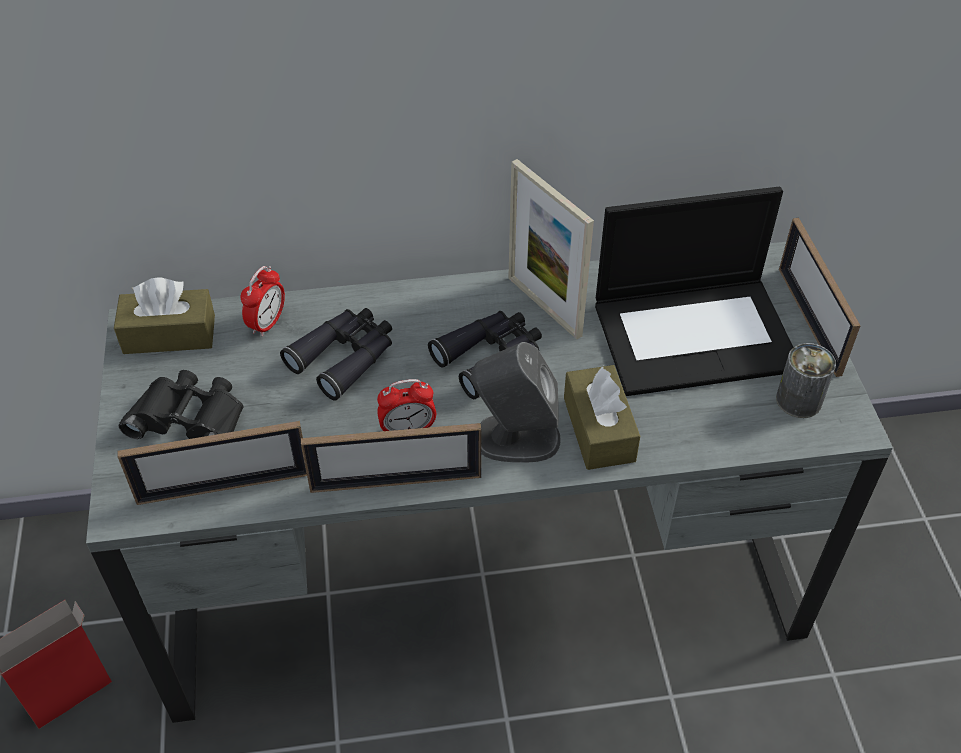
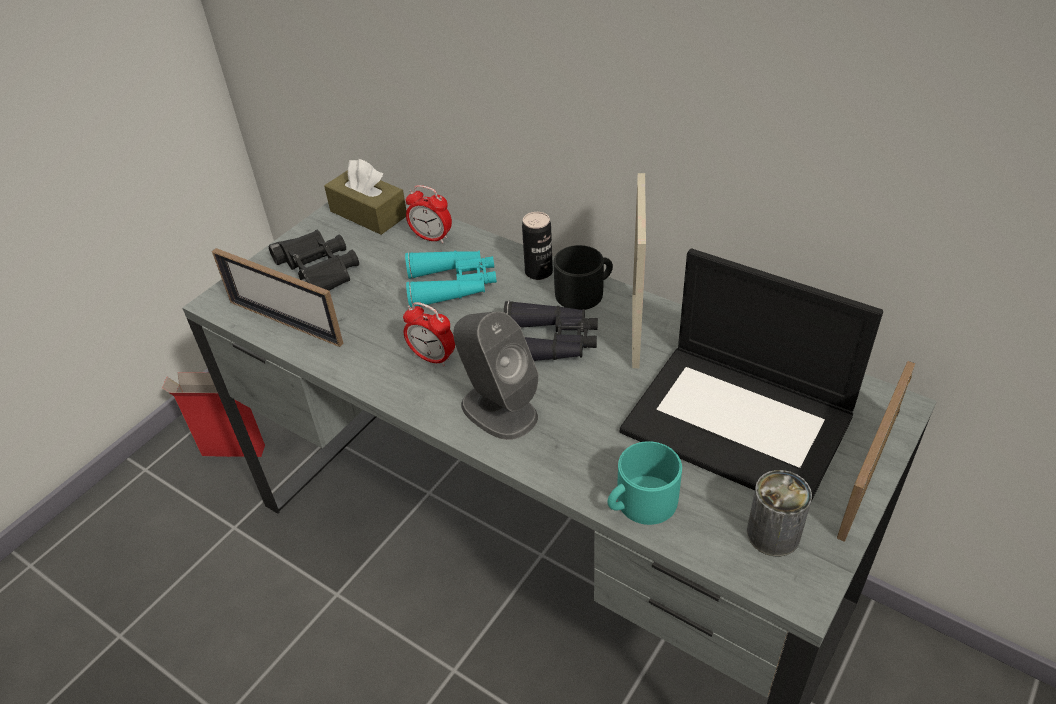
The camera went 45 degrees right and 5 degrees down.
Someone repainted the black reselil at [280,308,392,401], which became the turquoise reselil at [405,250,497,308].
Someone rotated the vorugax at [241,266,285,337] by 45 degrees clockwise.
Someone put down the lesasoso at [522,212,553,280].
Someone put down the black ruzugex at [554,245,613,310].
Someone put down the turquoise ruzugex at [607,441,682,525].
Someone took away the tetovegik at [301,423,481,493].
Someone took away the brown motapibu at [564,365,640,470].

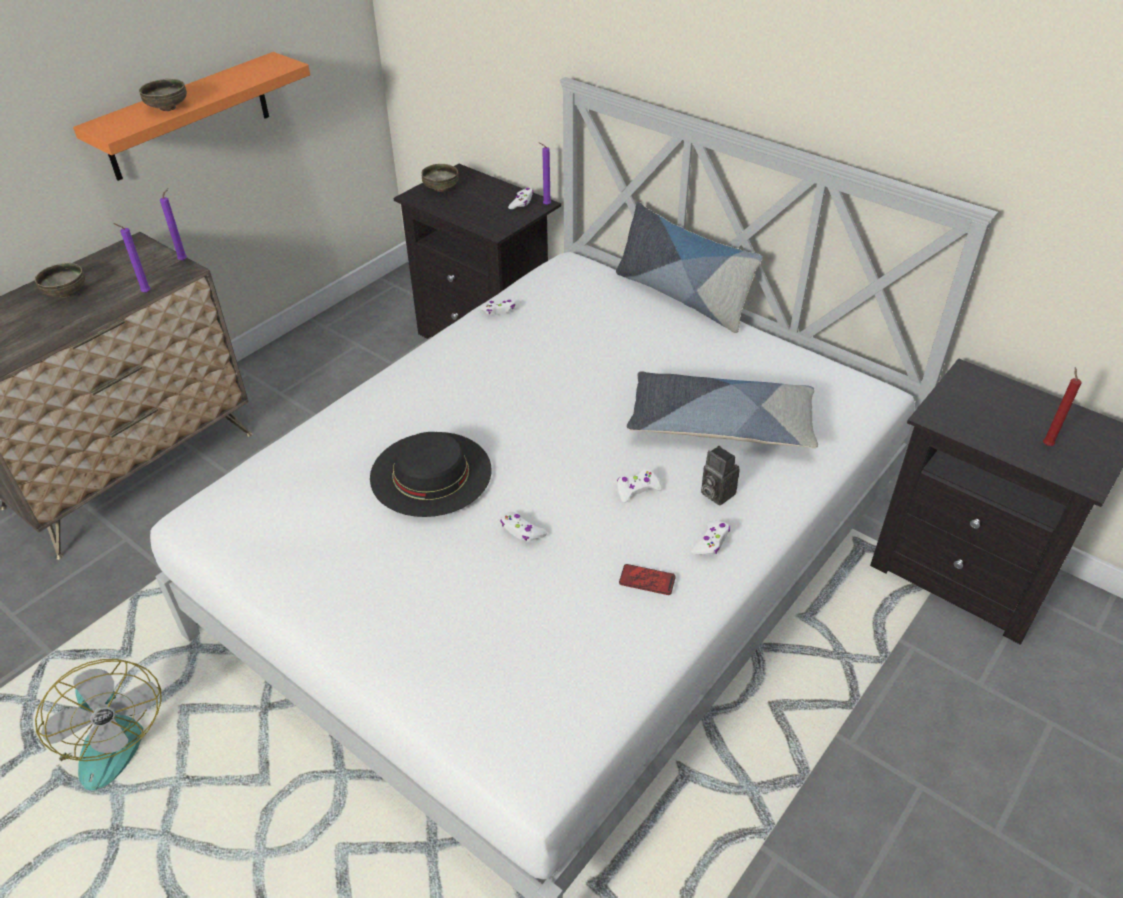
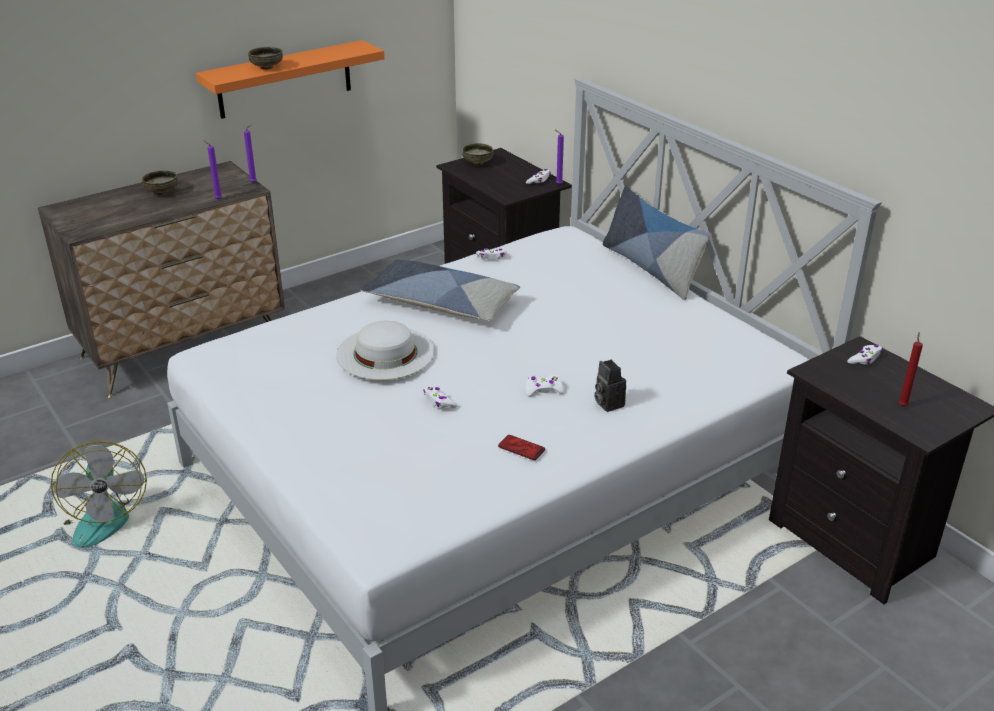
The camera went 15 degrees right and 10 degrees down.
Someone repainted the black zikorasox at [370,432,492,517], which became the white zikorasox at [336,321,435,380].
Someone carried the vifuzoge from [627,371,818,448] to [361,259,520,321].
Someone carried the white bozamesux from [691,521,730,555] to [847,345,883,365].

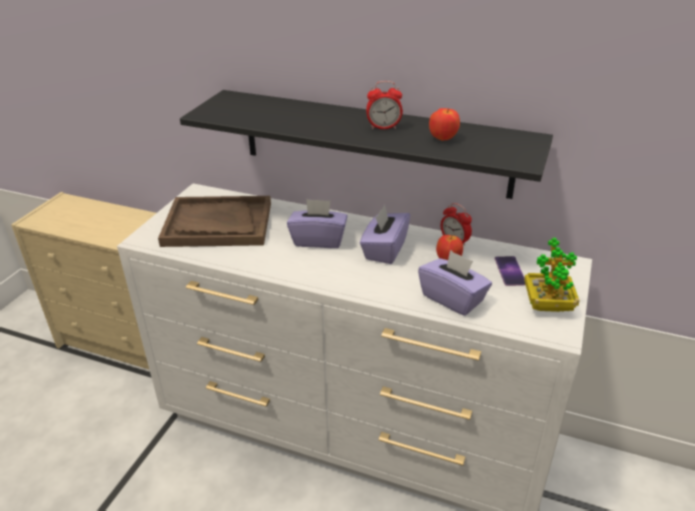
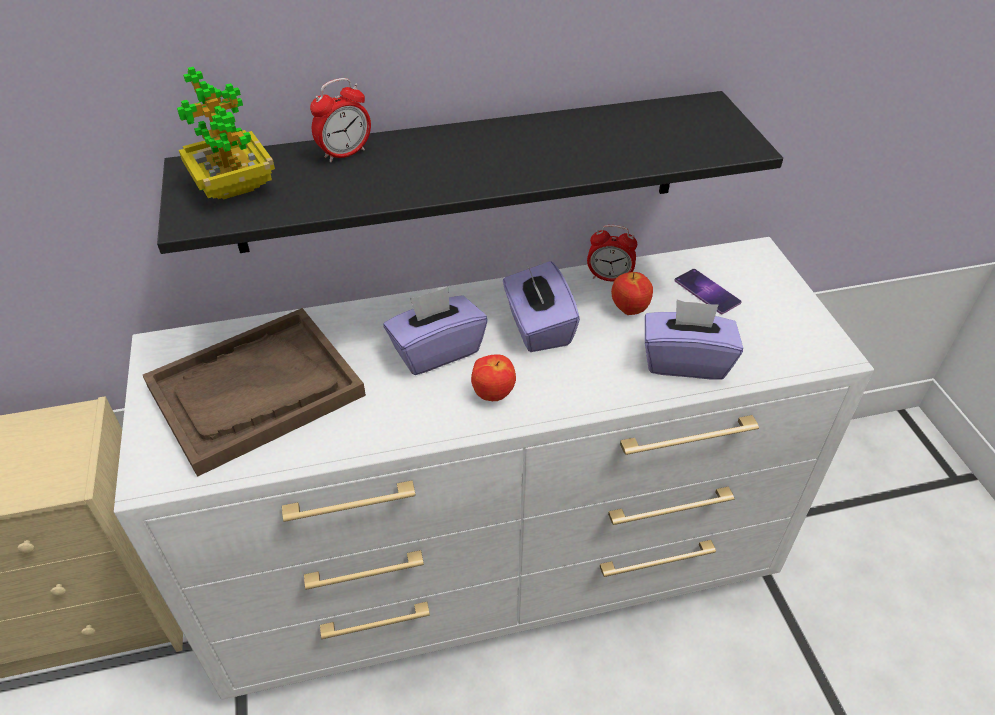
The camera went 35 degrees left and 10 degrees up.
Someone carried the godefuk from [524,238,580,312] to [177,67,275,200].
Someone carried the vorugax from [366,81,403,130] to [310,78,371,162].
Someone carried the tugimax from [429,108,460,141] to [471,354,516,401].

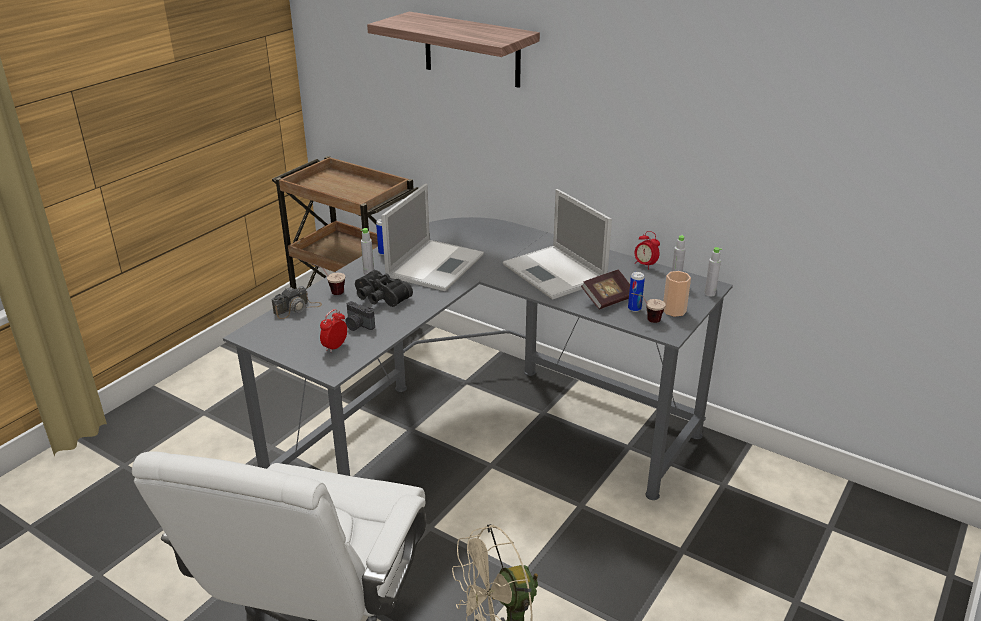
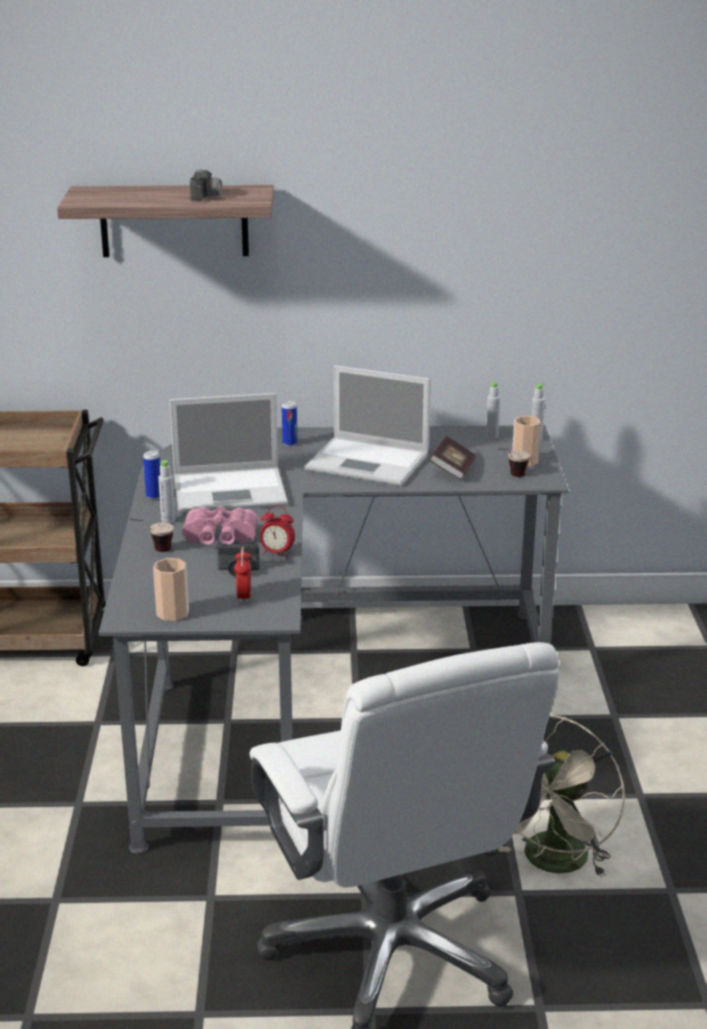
The camera went 35 degrees left and 5 degrees down.
Someone put down the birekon at [153,558,189,621].
Someone rotated the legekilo at [381,184,484,291] by 90 degrees clockwise.
Someone repainted the black reselil at [355,270,413,307], which became the pink reselil at [182,506,258,545].
Someone carried the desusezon from [272,286,322,319] to [190,169,229,202].
Someone carried the vorugax from [635,231,660,270] to [260,505,295,558].
Someone carried the lesasoso from [628,272,645,312] to [282,401,297,446].

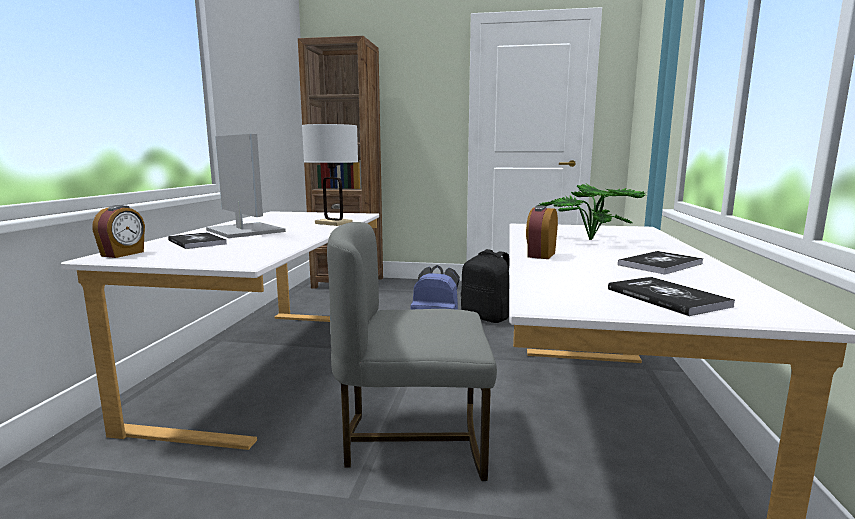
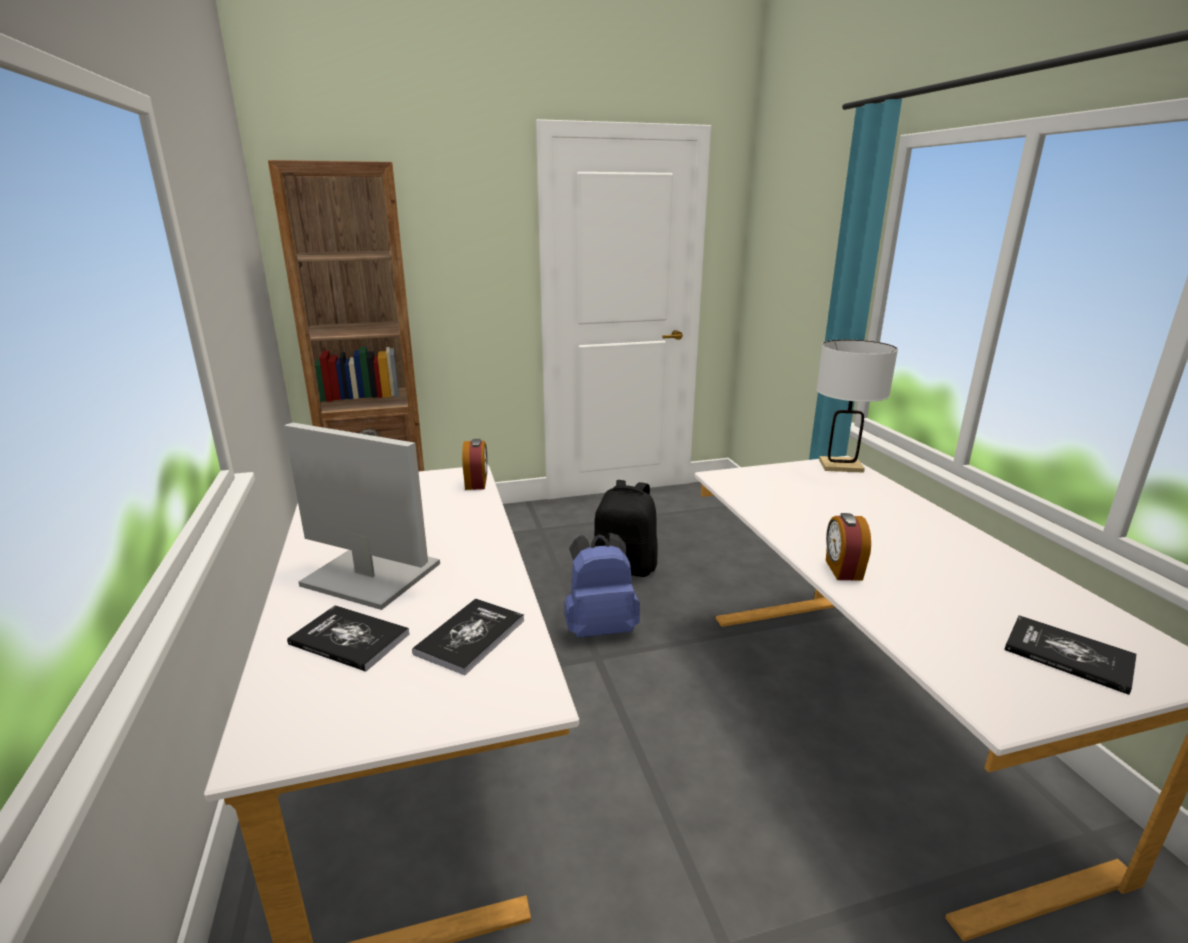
The camera went 25 degrees left and 10 degrees up.
Someone carried the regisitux from [618,251,703,275] to [412,599,524,675].
Someone carried the vorugax from [92,205,145,258] to [462,439,488,490].
Someone carried the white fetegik from [302,124,358,226] to [816,340,898,473].
Someone took away the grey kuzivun at [327,222,497,481].
Someone took away the godefuk at [540,183,645,240].

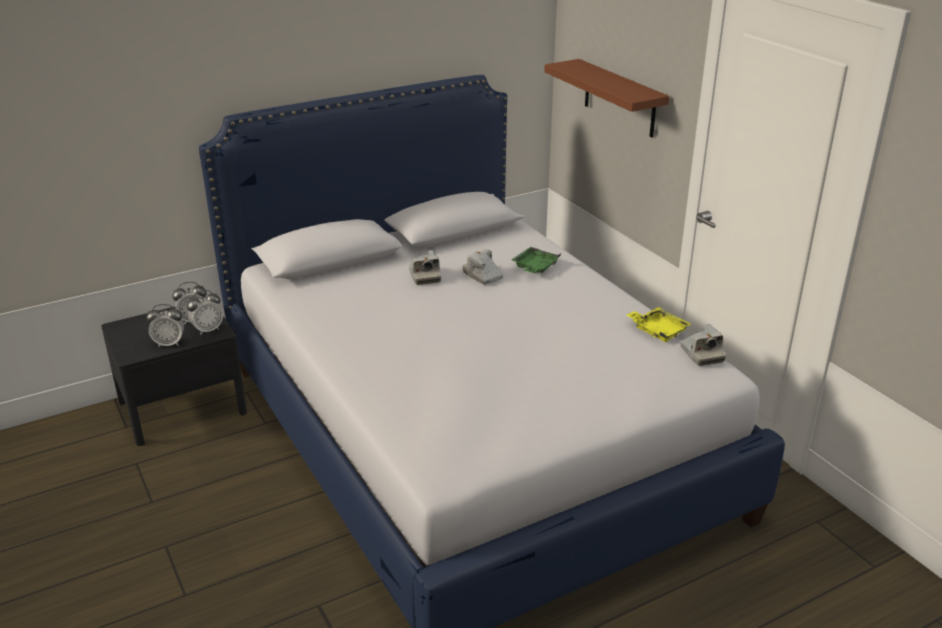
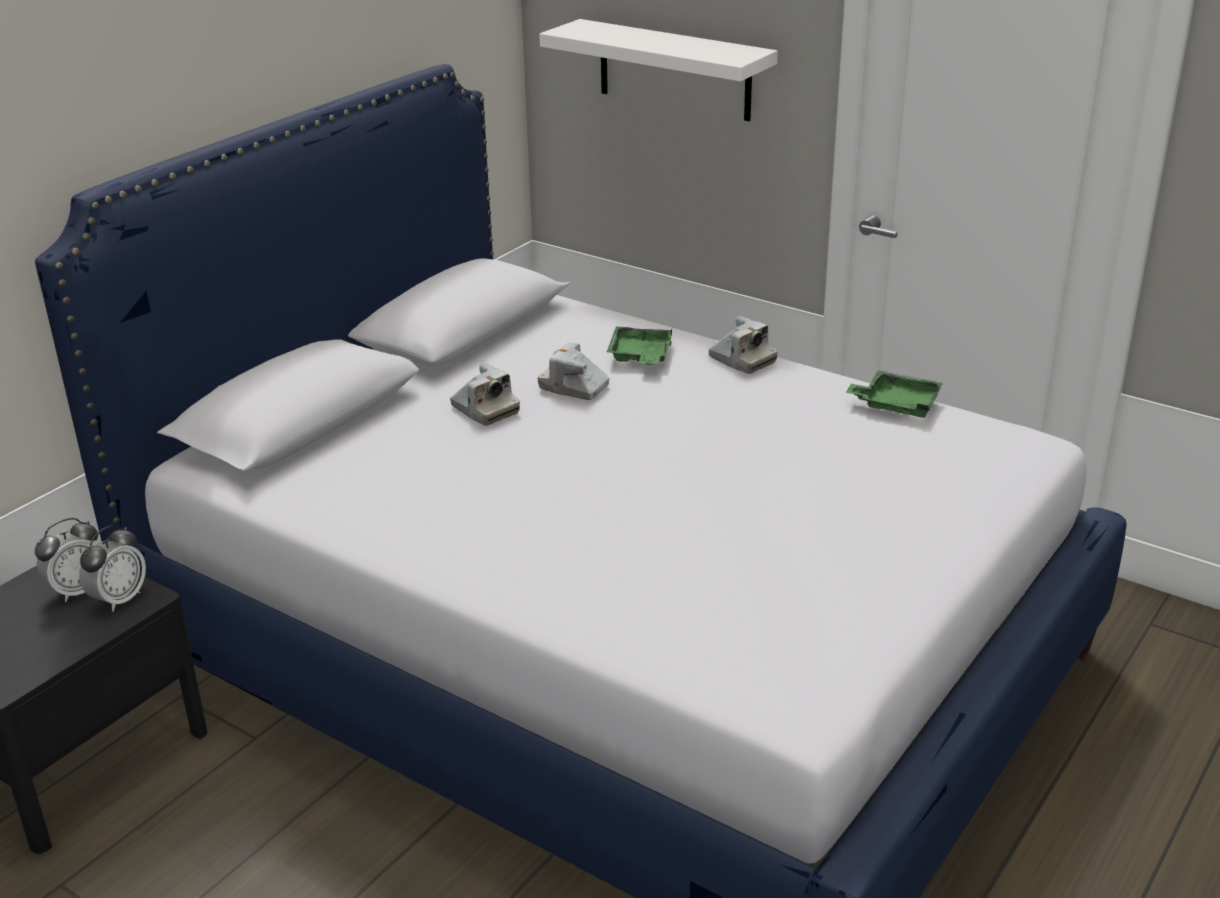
The camera went 25 degrees left and 0 degrees up.
Someone repainted the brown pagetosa at [544,59,669,138], which became the white pagetosa at [539,19,778,121].
Someone carried the desusezon from [680,324,726,366] to [708,316,778,374].
Someone repainted the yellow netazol at [626,307,691,342], which became the green netazol at [846,370,943,418].
Someone took away the vorugax at [146,304,184,347].

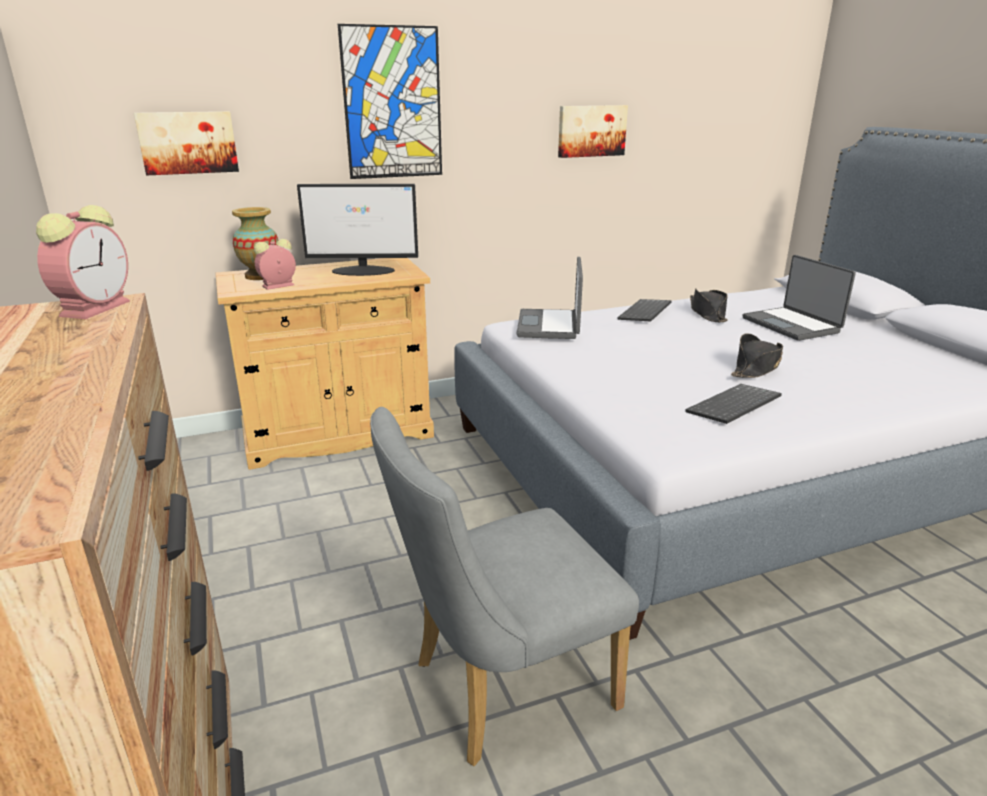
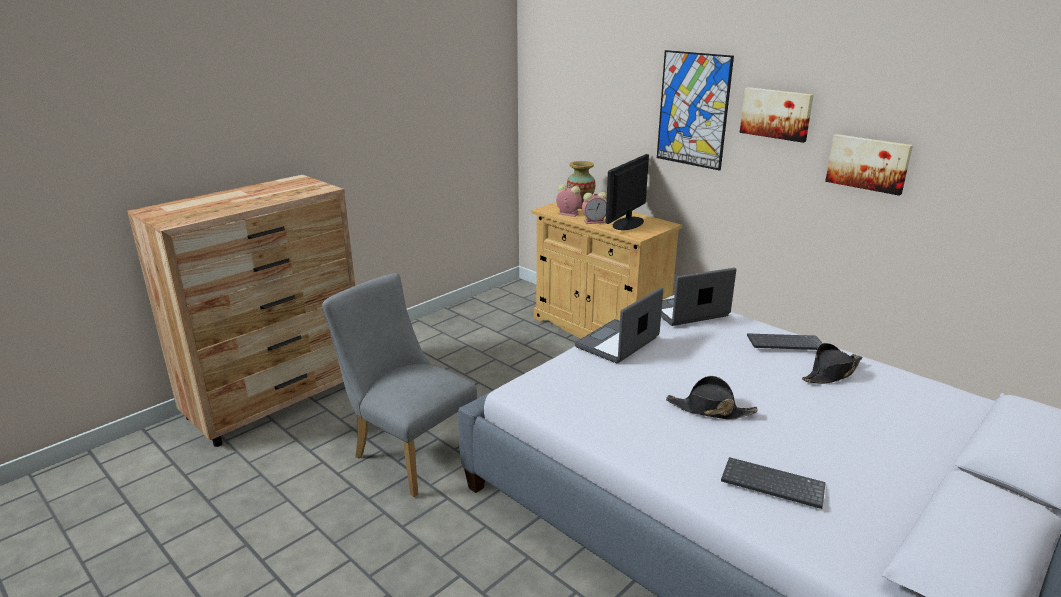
The camera went 65 degrees right and 0 degrees up.
Someone carried the legekilo from [742,255,856,341] to [575,288,663,363].
Someone carried the vorugax from [36,205,130,319] to [582,192,607,224].
Someone rotated the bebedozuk at [297,184,418,276] by 60 degrees clockwise.
Someone carried the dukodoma from [685,384,782,424] to [721,457,826,509].
Someone carried the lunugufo from [134,111,239,176] to [740,87,814,143].

